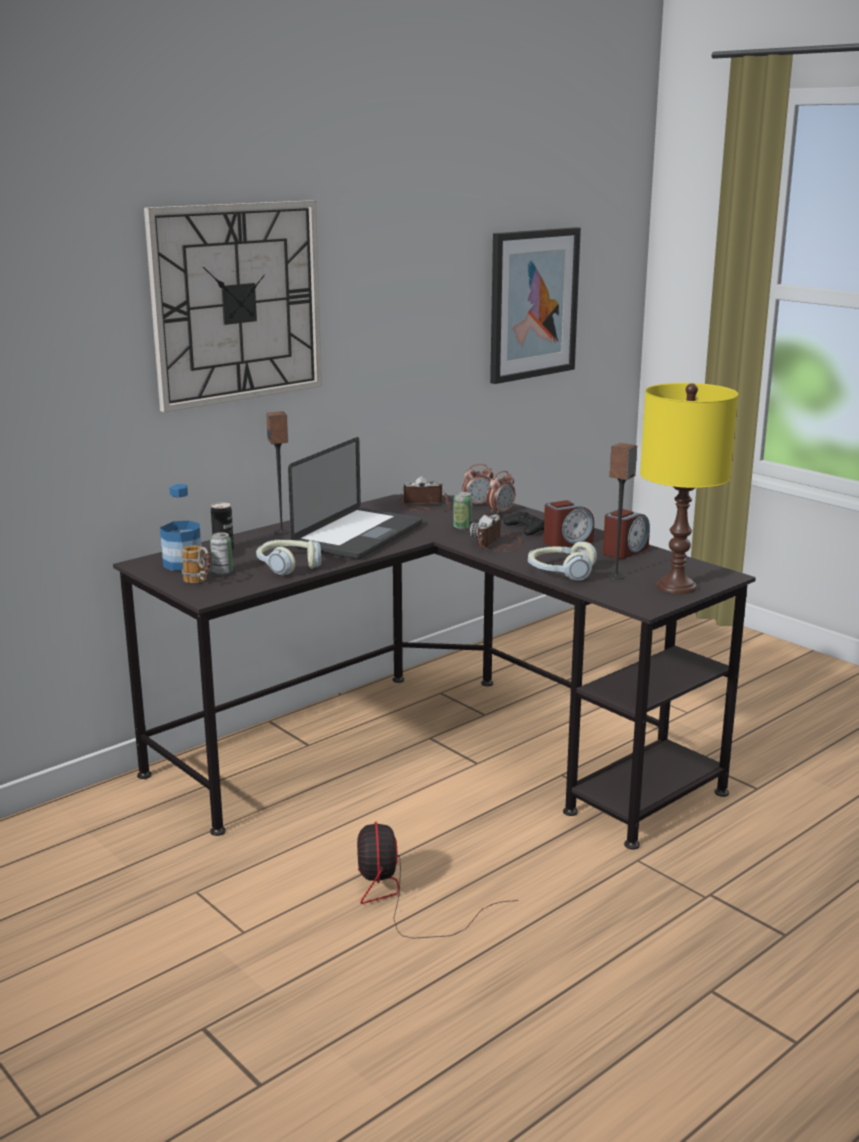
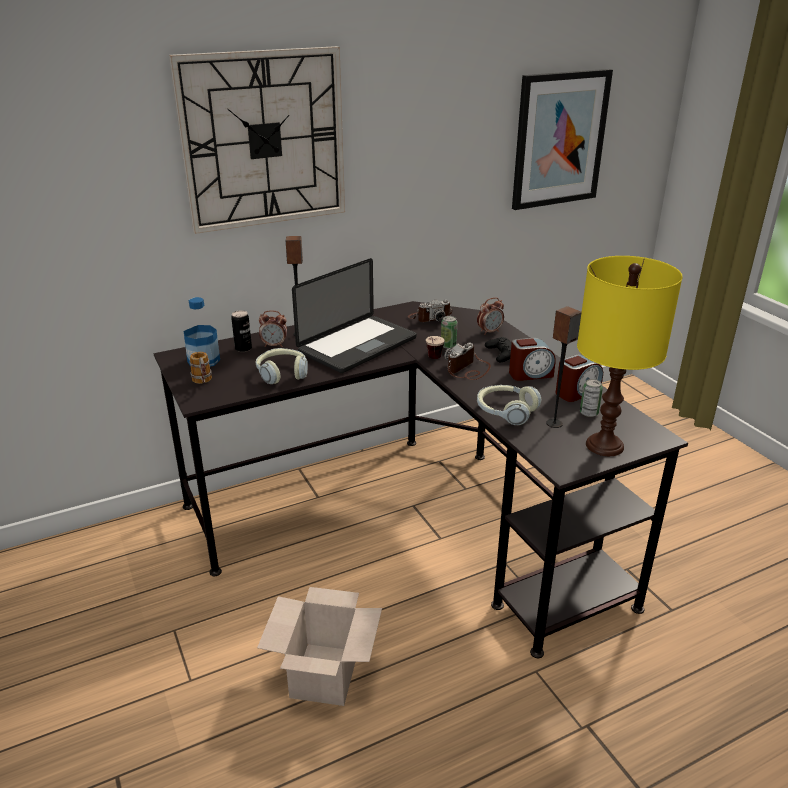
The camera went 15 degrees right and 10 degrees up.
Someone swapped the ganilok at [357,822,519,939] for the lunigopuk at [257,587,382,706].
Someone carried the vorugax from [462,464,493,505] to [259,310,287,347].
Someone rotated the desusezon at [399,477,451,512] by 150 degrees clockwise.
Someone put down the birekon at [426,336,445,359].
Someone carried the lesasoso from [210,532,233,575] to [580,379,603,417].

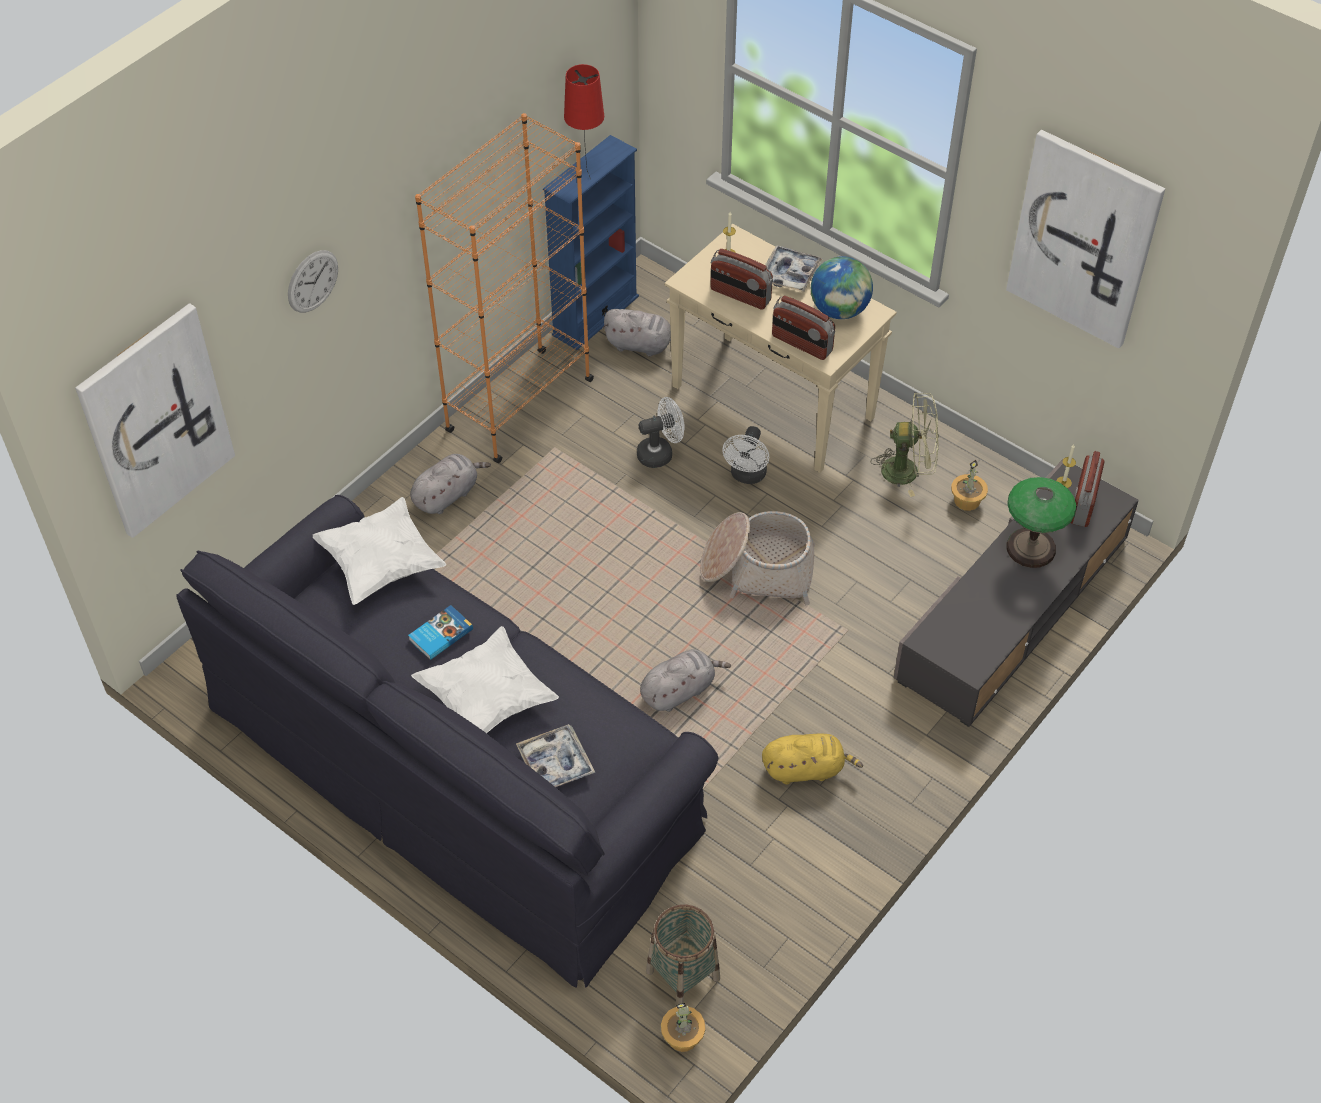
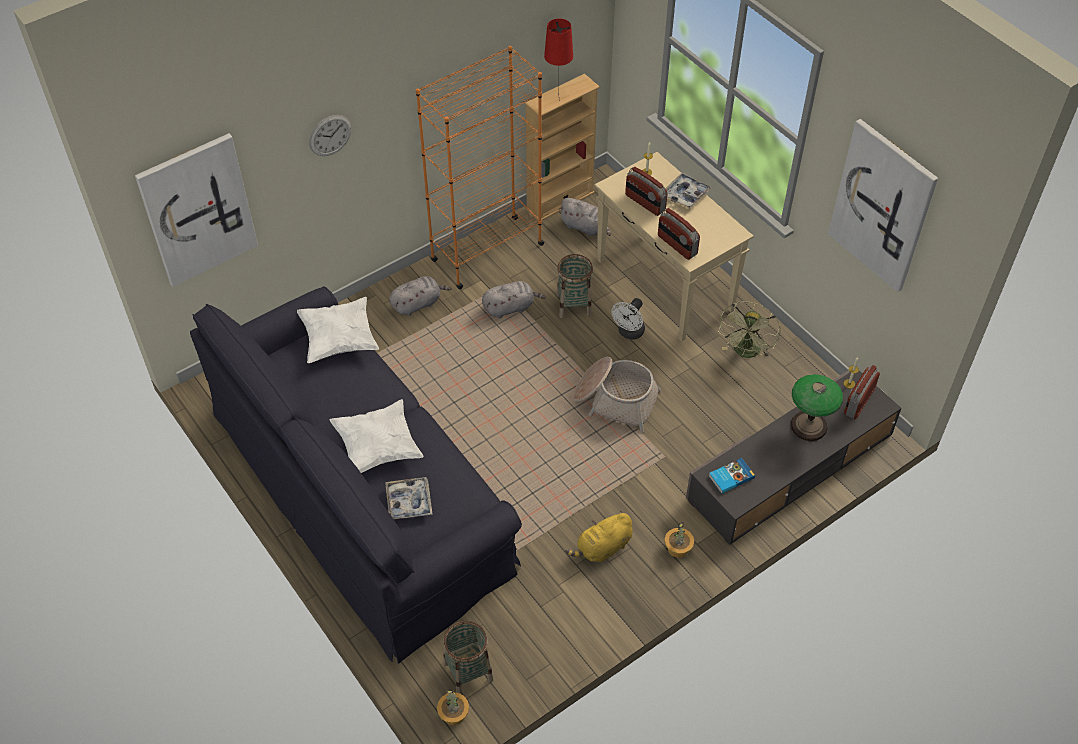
The camera went 15 degrees right and 0 degrees up.
Someone carried the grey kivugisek from [640,649,731,712] to [482,281,546,318].
Someone repainted the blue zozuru at [543,135,639,350], which became the beige zozuru at [525,74,600,220].
Someone swapped the white ganilok at [637,397,685,468] for the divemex at [557,254,593,318].
Someone rotated the yellow kivugisek at [762,733,863,785] by 135 degrees clockwise.
Someone carried the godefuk from [951,460,988,511] to [664,522,694,558].
Someone carried the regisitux from [408,605,473,660] to [709,458,755,494].
Someone rotated the green ganilok at [871,392,939,497] by 90 degrees clockwise.
Someone took away the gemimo at [811,256,873,319].

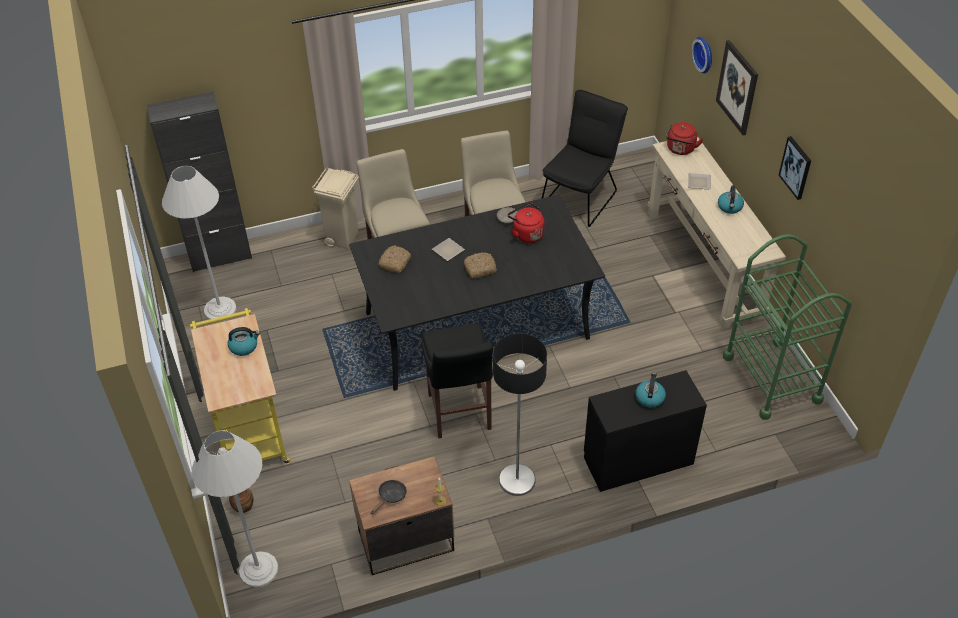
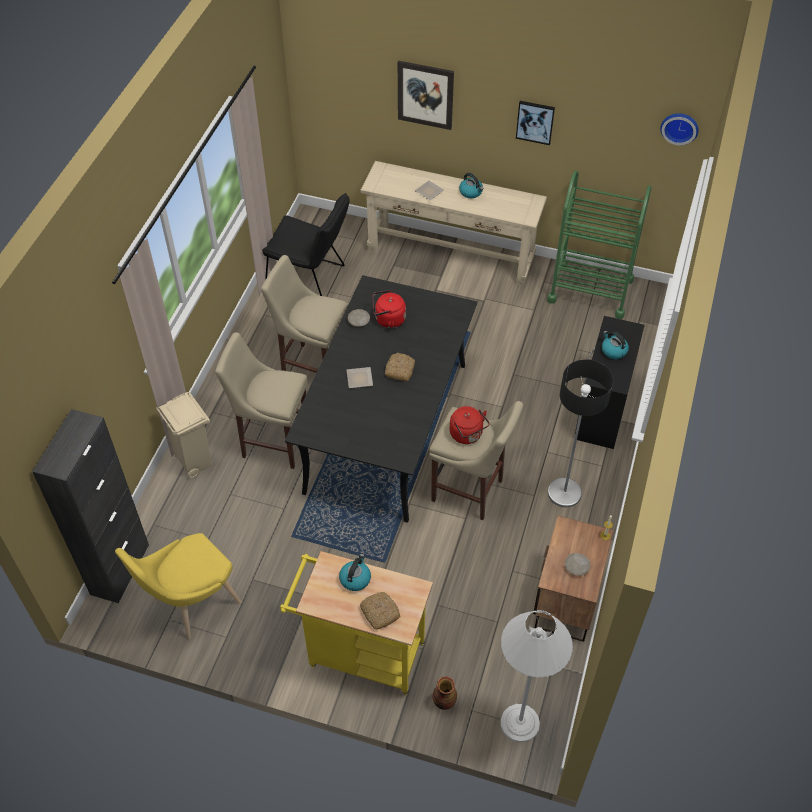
The camera went 55 degrees left and 5 degrees up.
Someone swapped the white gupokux at [162,166,237,322] for the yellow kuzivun at [115,533,241,640].
Someone rotated the black kuzivun at [541,90,628,227] by 135 degrees clockwise.
Someone carried the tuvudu from [379,246,411,273] to [360,592,400,629].
Someone repainted the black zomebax at [421,323,493,439], which became the beige zomebax at [429,401,523,520].
Someone carried the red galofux from [666,122,704,155] to [450,406,490,444].
Someone swapped the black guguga at [371,480,407,514] for the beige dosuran at [565,553,591,576].
Someone carried the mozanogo from [692,37,712,73] to [660,113,699,145].

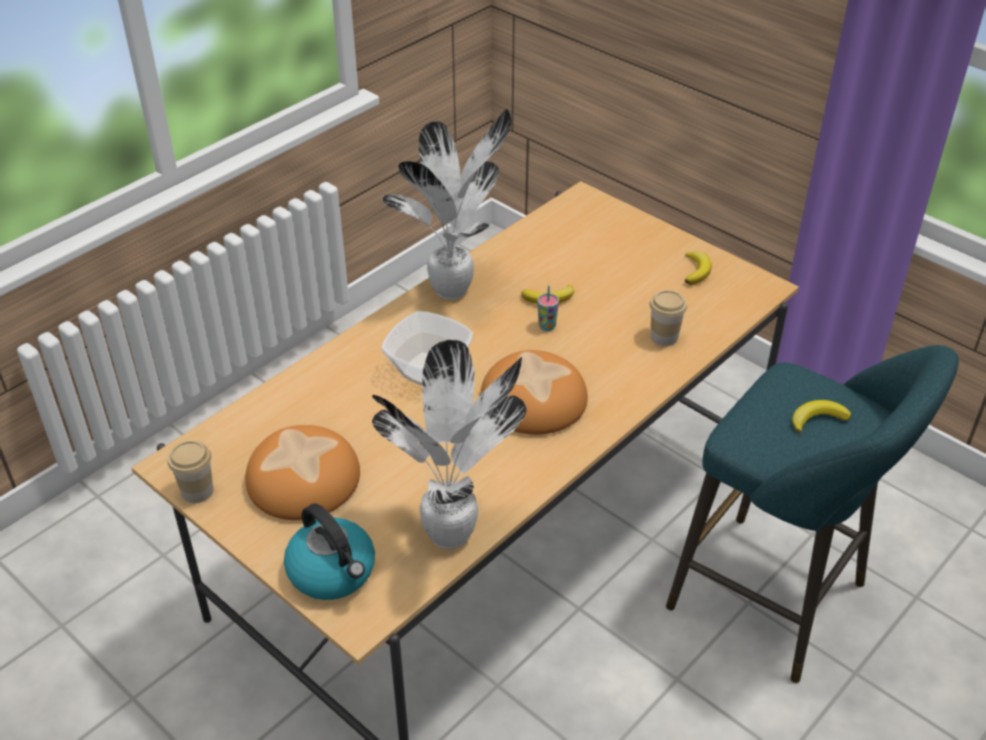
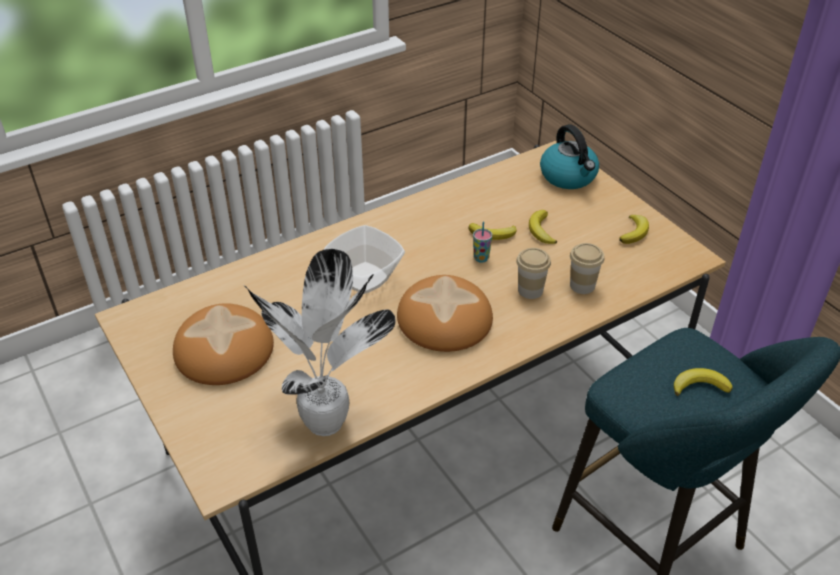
The camera went 15 degrees right and 0 degrees up.
Someone carried the birekon from [168,441,213,503] to [516,248,551,299].
Someone put down the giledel at [529,210,557,244].
Someone carried the galofux from [284,503,375,600] to [540,124,599,189].
Someone took away the godefuk at [383,109,512,300].

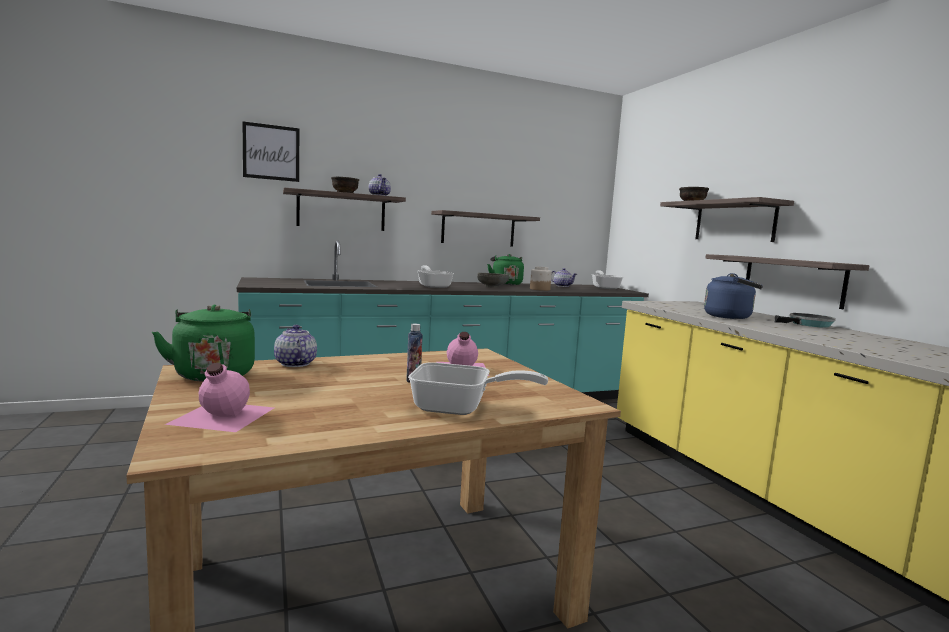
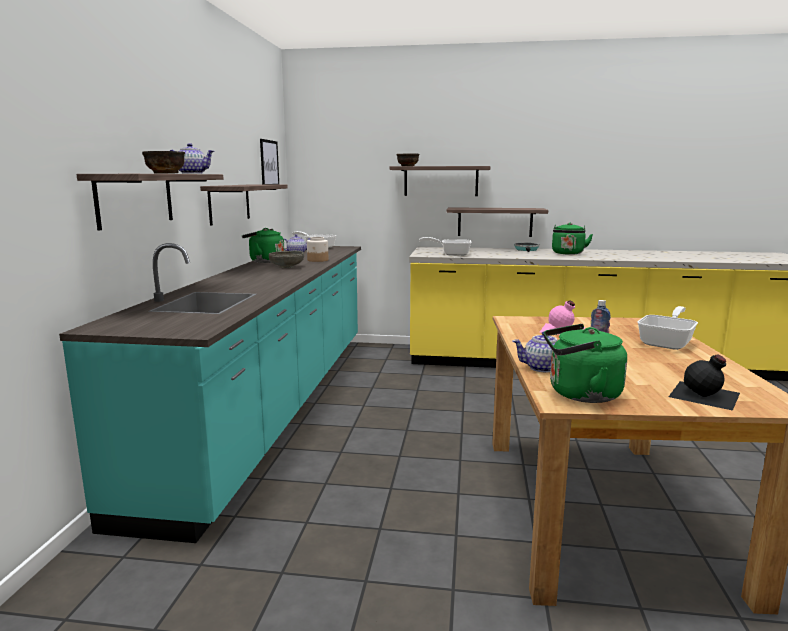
The camera went 60 degrees left and 5 degrees up.
Someone carried the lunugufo from [243,122,299,182] to [260,139,279,184].
Someone carried the guguga from [418,265,454,288] to [419,237,471,256].
Someone put down the green galofux at [552,222,593,255].
Someone repainted the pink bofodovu at [164,363,274,432], which became the black bofodovu at [669,354,740,411].
Someone took away the blue galofux at [704,273,763,319].

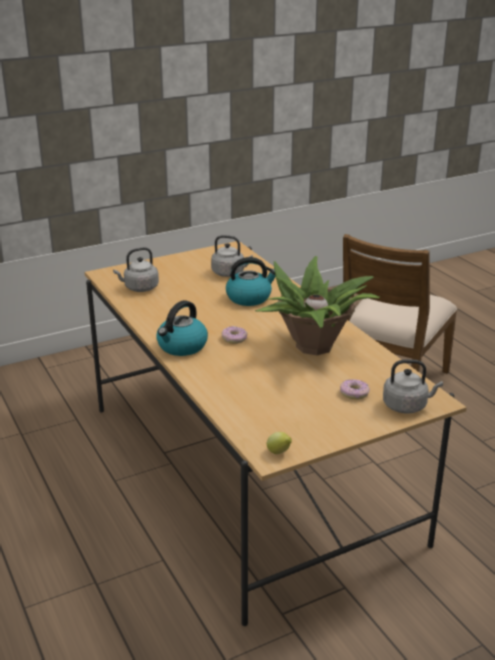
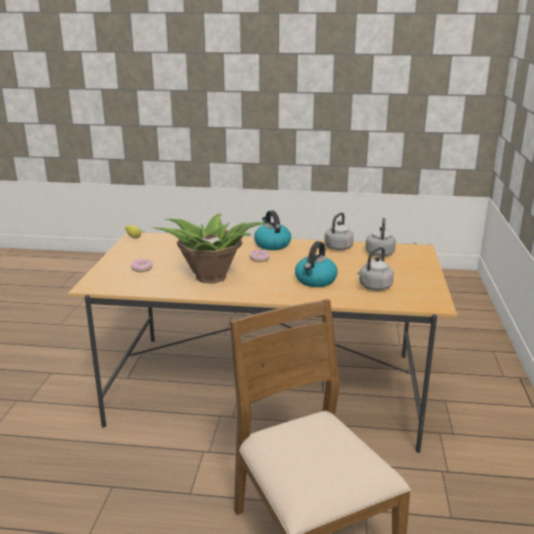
The camera went 125 degrees right and 5 degrees down.
Someone carried the grey galofux from [383,359,443,414] to [324,213,353,250].

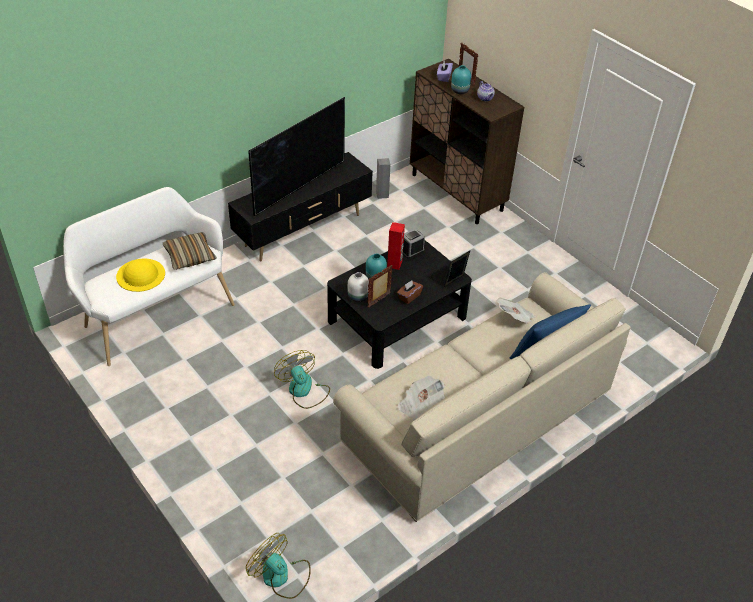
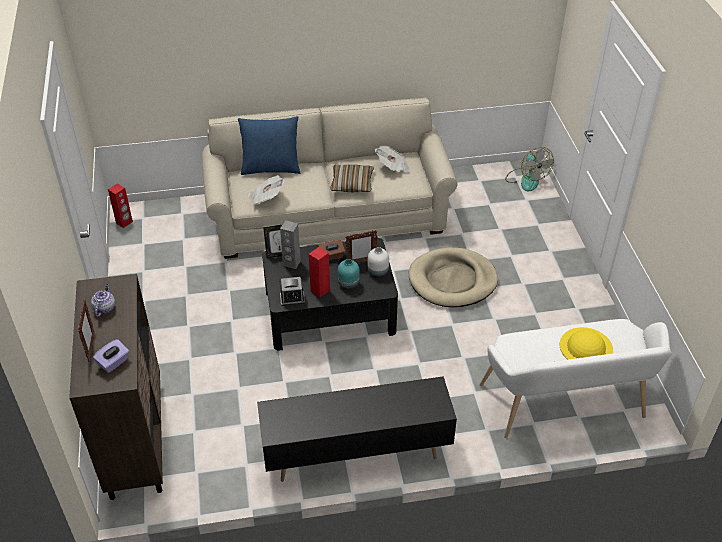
The camera went 150 degrees left and 0 degrees up.
Someone put down the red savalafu at [108,183,133,228].
Someone carried the grey savalafu from [376,158,391,199] to [280,220,301,269].
Someone carried the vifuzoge from [163,232,217,270] to [330,165,374,192].
Someone swapped the ganilok at [274,350,330,409] for the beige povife at [409,247,498,307].
Someone took away the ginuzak at [248,97,345,216].
Someone took away the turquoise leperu at [451,65,471,94].

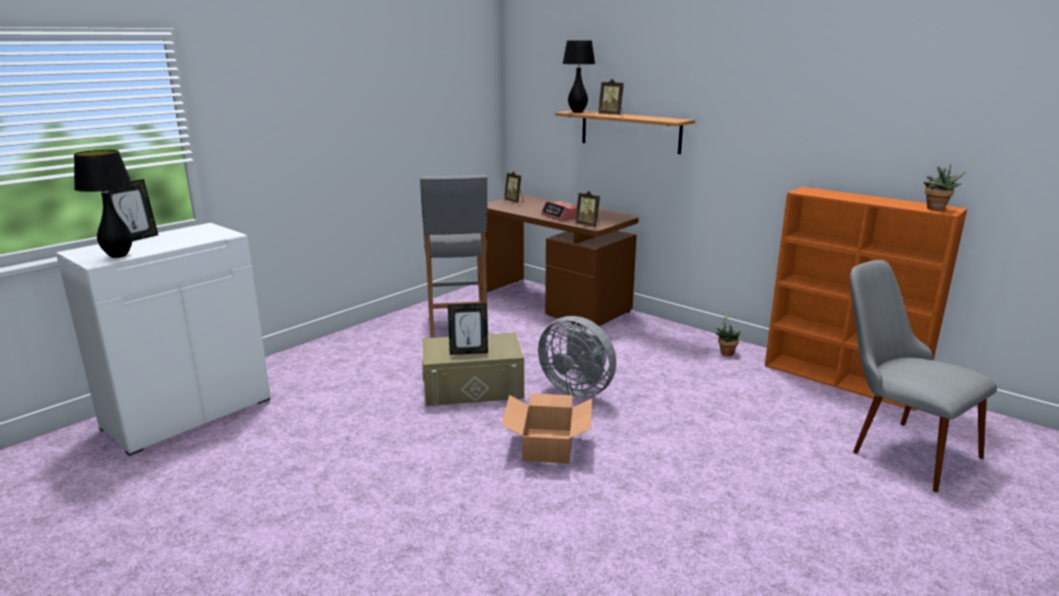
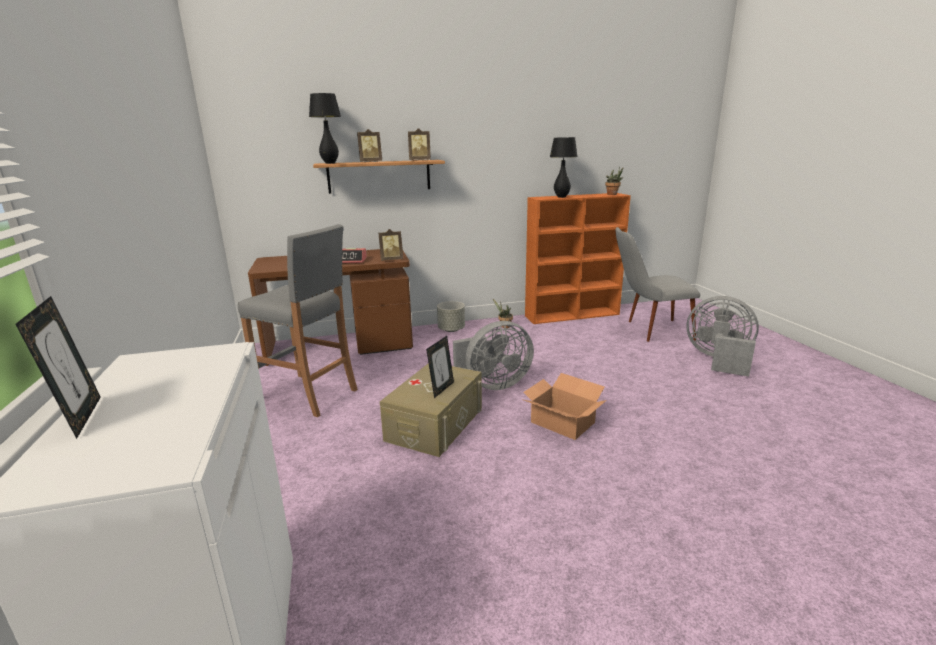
The camera went 55 degrees left and 0 degrees up.
Someone carried the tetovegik from [504,171,524,203] to [408,128,431,161].
Someone put down the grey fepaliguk at [437,301,465,332].
Someone carried the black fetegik from [74,150,132,258] to [550,137,578,198].
Someone put down the grey ganilok at [686,296,759,377].

